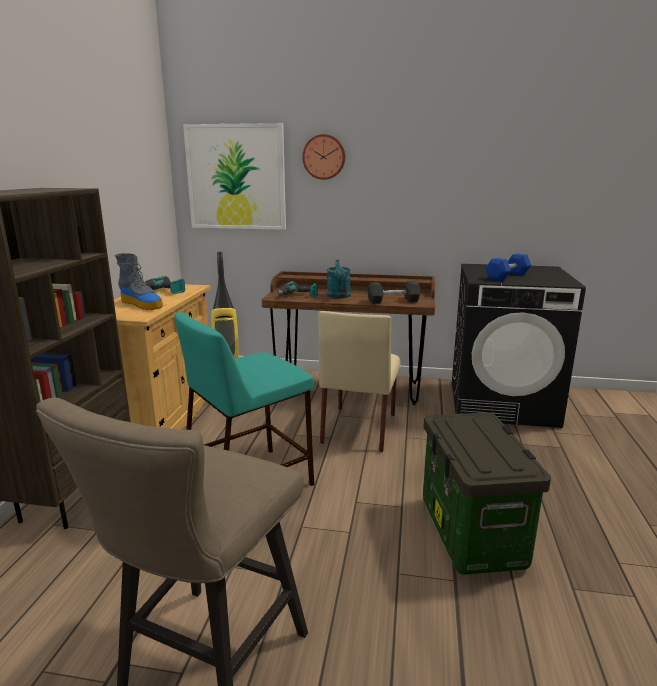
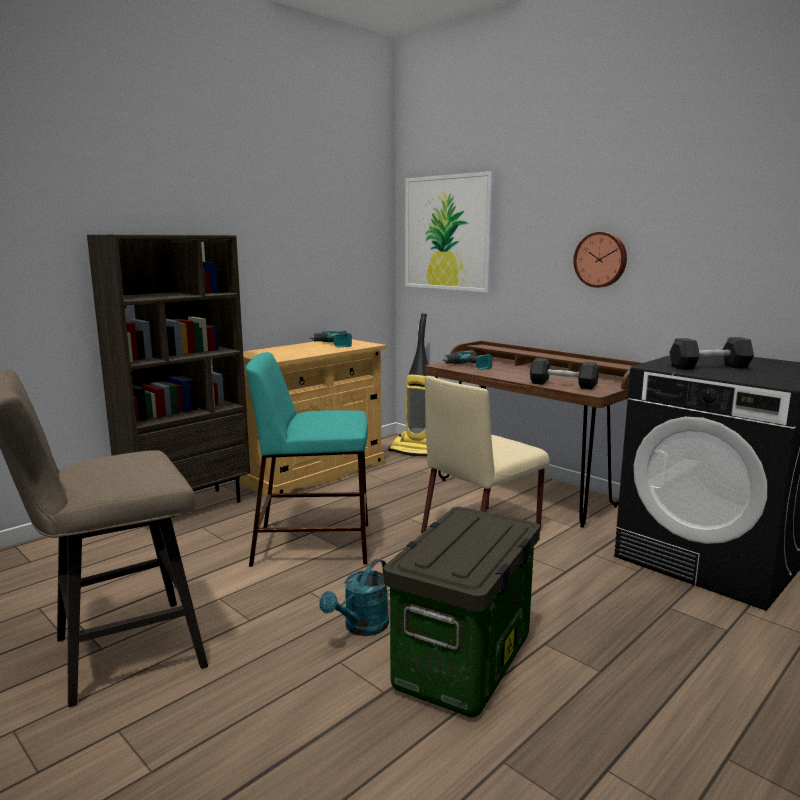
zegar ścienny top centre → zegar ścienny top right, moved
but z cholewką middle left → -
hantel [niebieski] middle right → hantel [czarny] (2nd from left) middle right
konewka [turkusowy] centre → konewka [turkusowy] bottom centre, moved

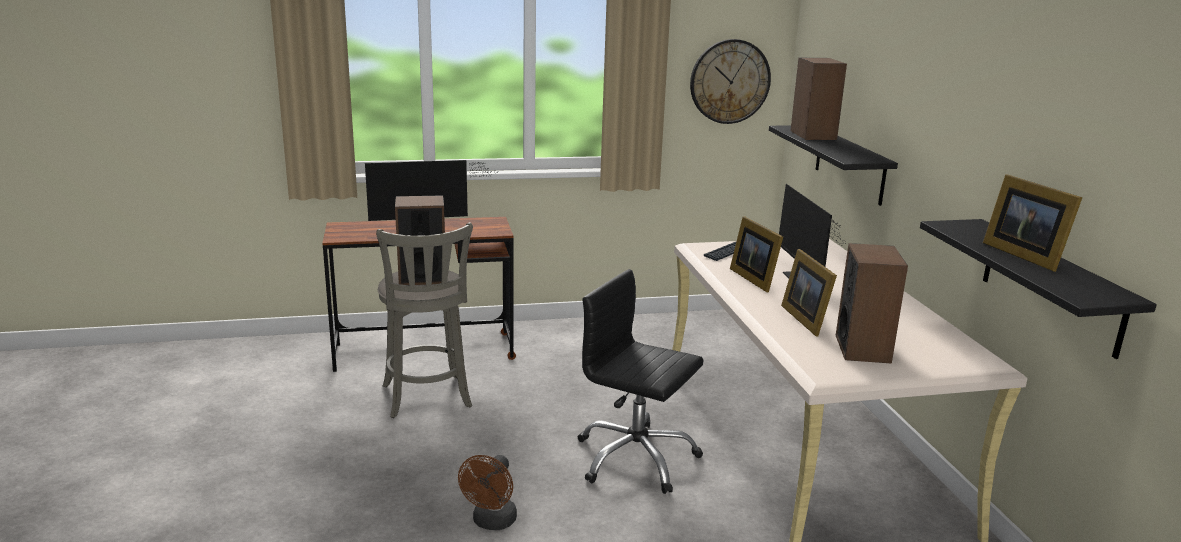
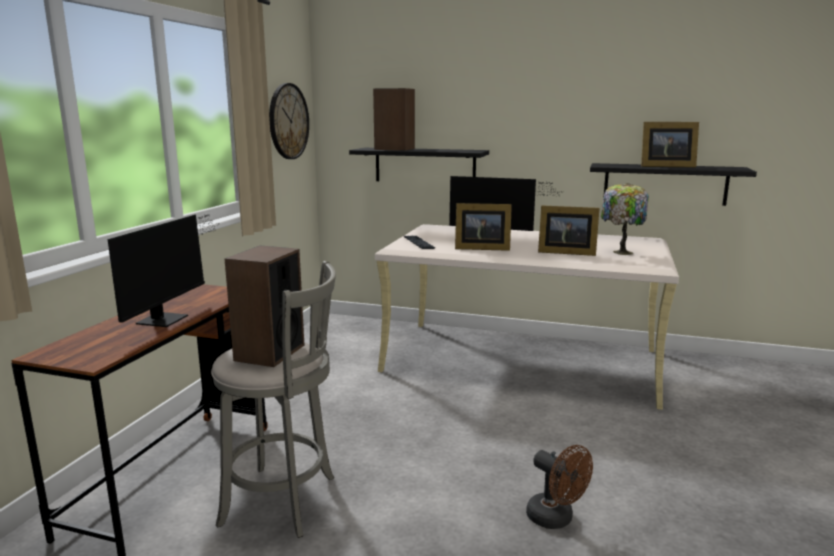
głośnik (3rd from left) middle right → lampa stołowa middle right
krzesło biurowe [czarny] bottom centre → -

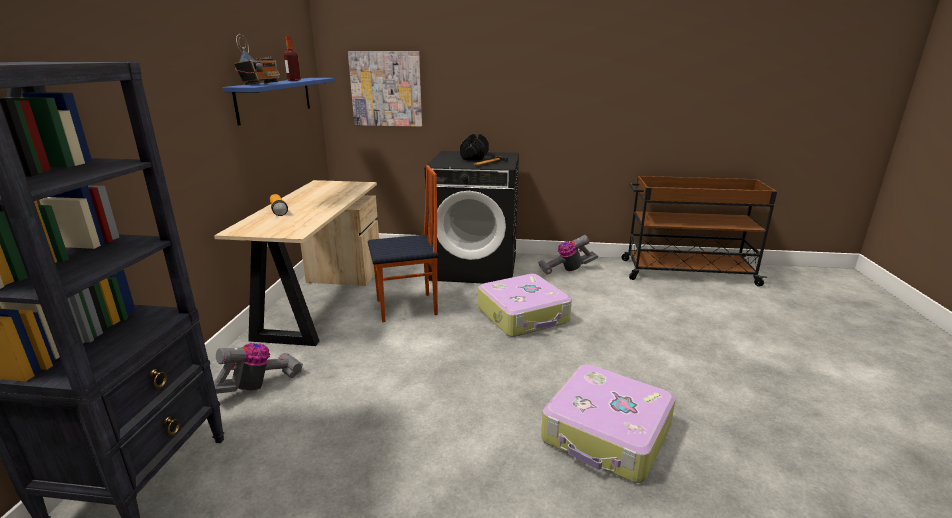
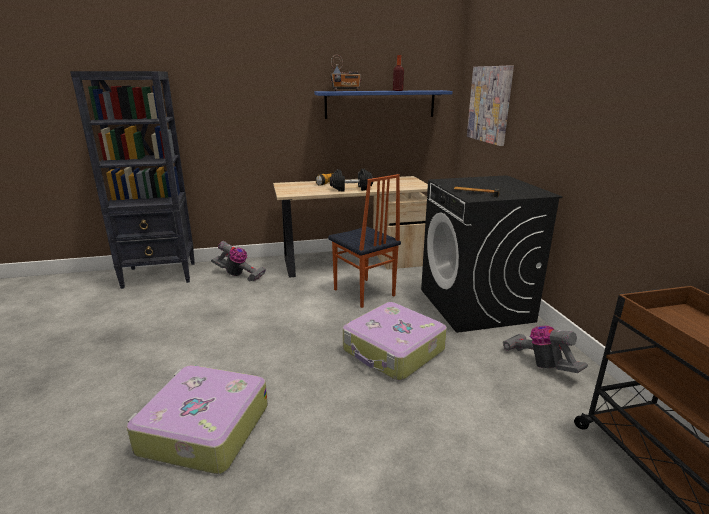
hantel [czarny] top centre → hantel [czarny] centre, moved

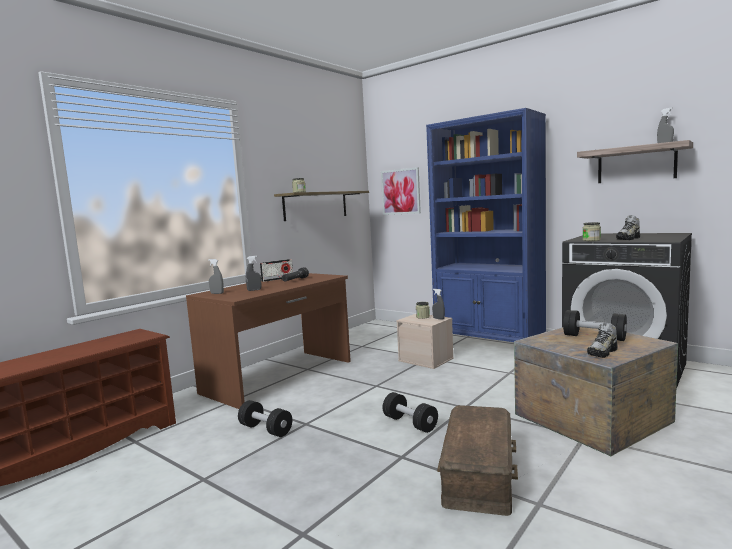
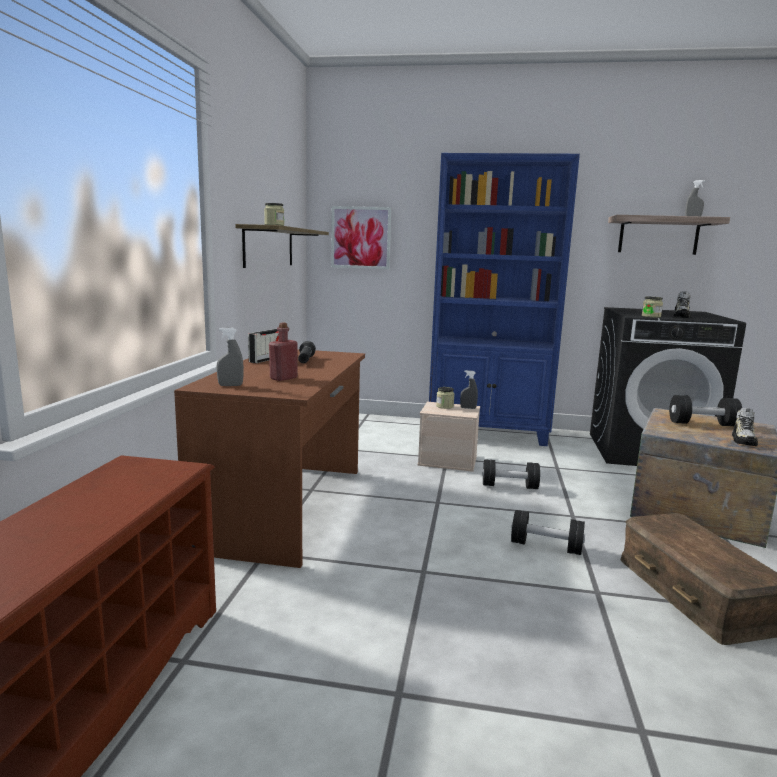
spryskiwacz [szary] (2nd from left) centre → butelka [czerwony] centre
hantel [czarny] (1st from left) bottom centre → hantel [czarny] (1st from left) centre, moved

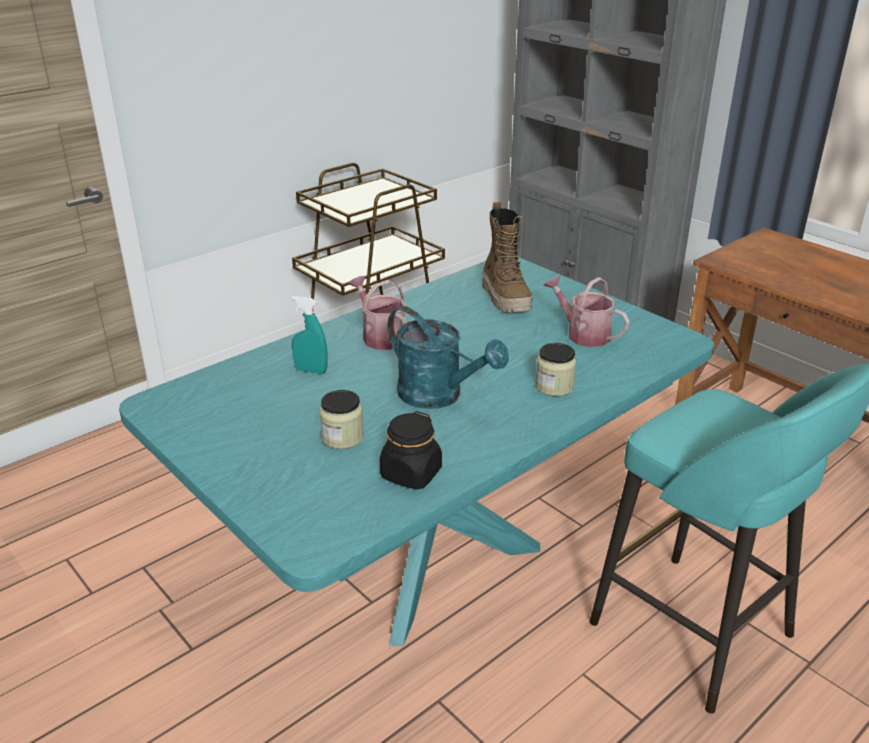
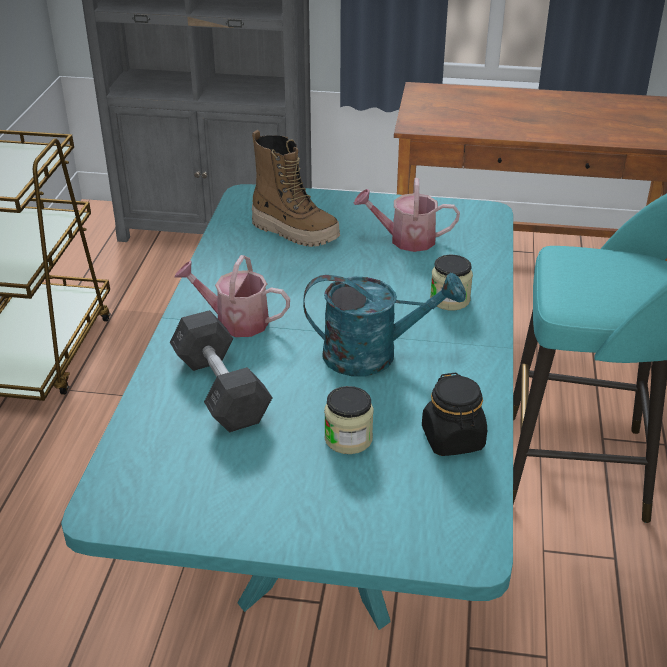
spryskiwacz [turkusowy] centre → hantel [szary] middle left

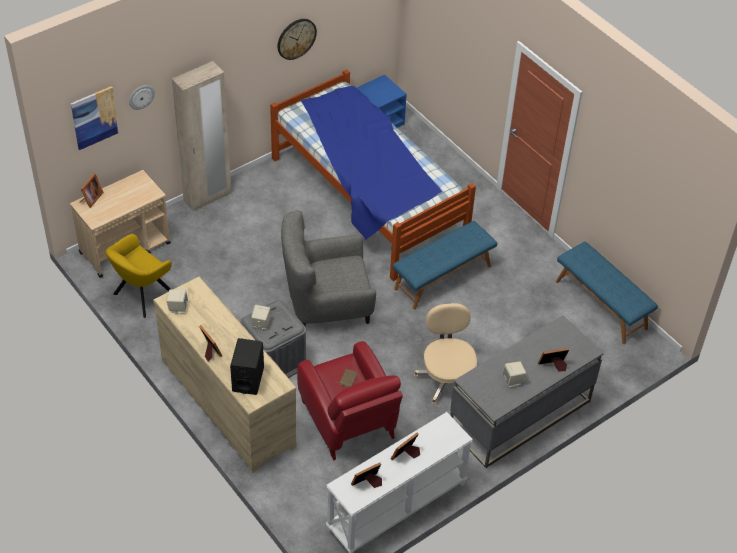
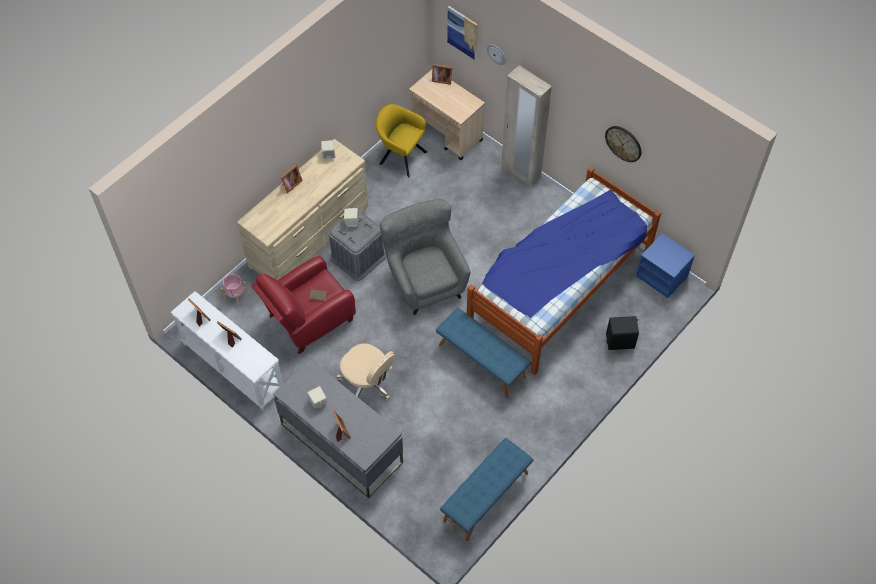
krzesło biurowe [beżowy] centre, 60 degrees clockwise
głośnik [czarny] centre → głośnik [czarny] middle right, moved
- → donica [różowy] middle left

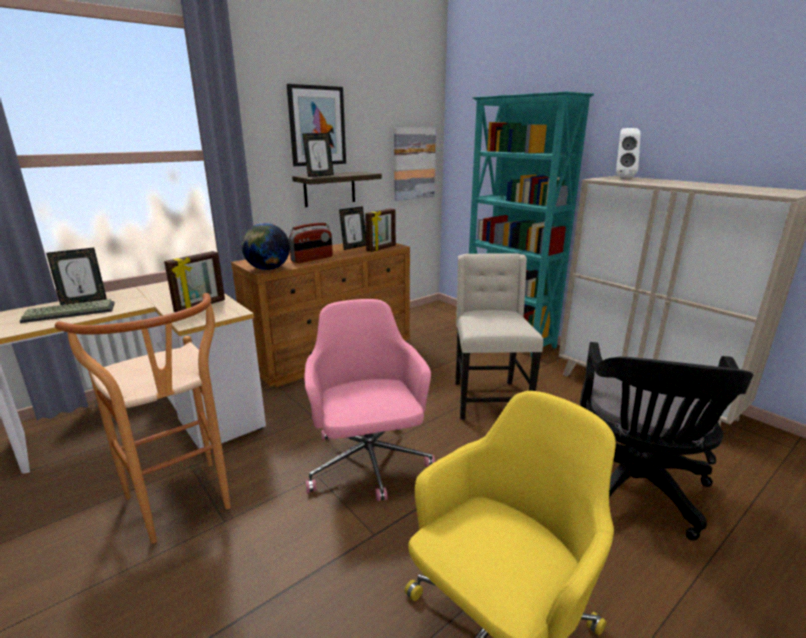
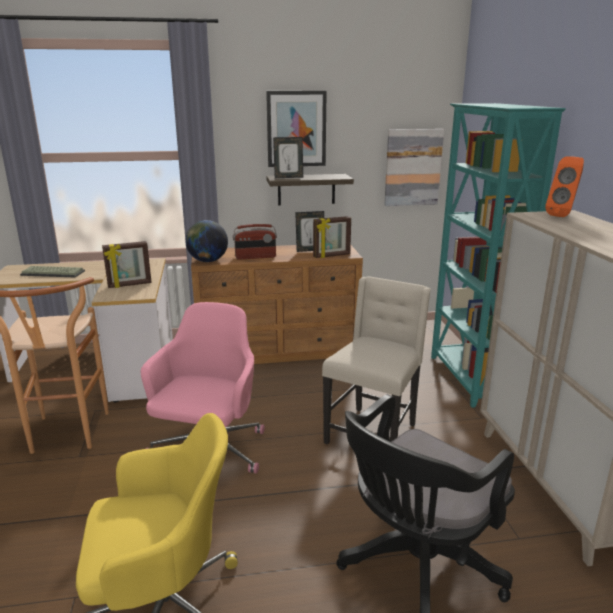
głośnik [biały] top right → głośnik [pomarańczowy] top right
ramka na zdjęcie (1st from left) middle left → -

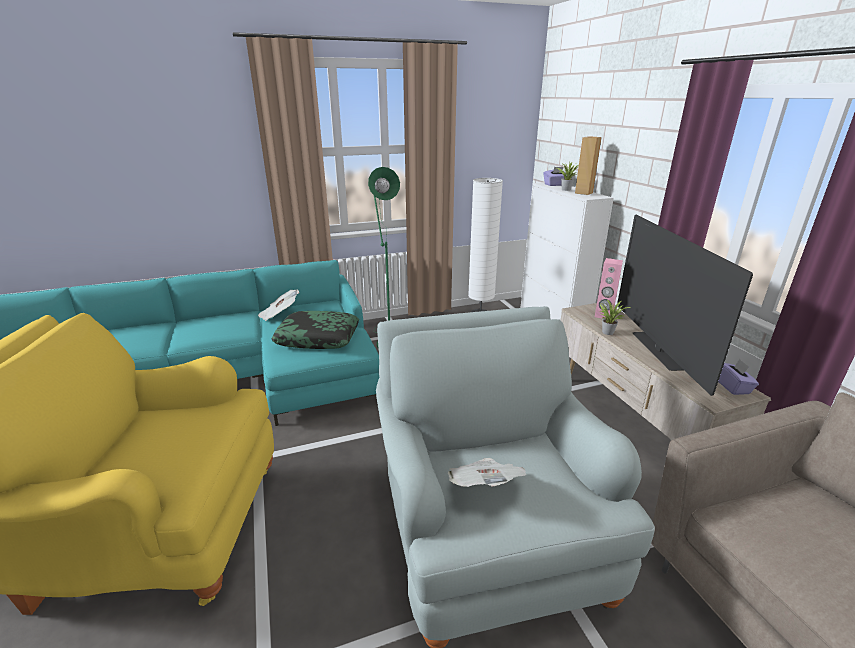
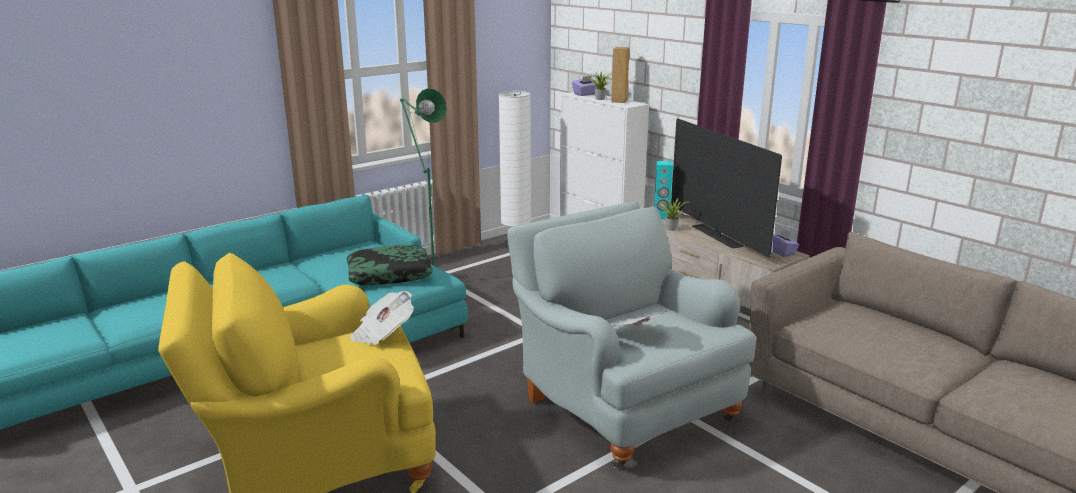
głośnik [różowy] middle right → głośnik [turkusowy] centre
gazeta (1st from left) middle left → gazeta (1st from left) centre, moved

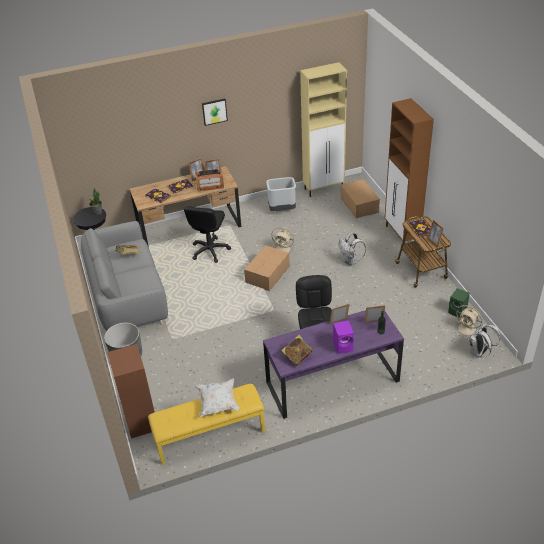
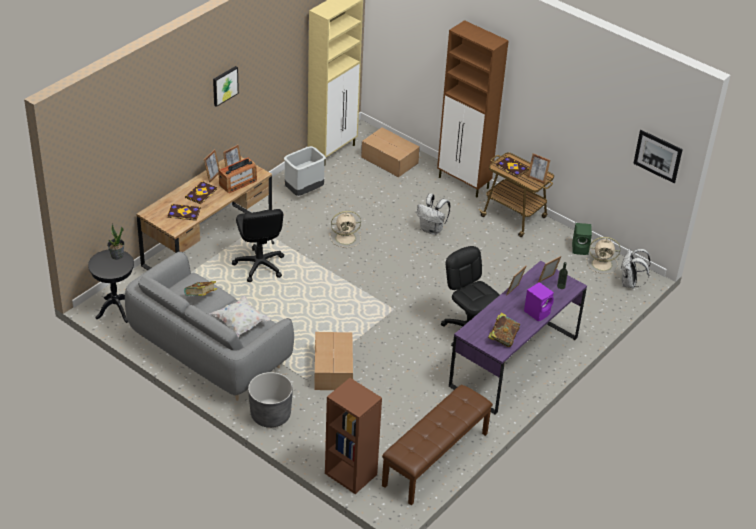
karton (1st from left) centre → karton (1st from left) bottom centre, moved
poduszka [biały] bottom centre → poduszka [biały] middle left, moved
ławka [żółty] bottom centre → ławka [brązowy] bottom centre
- → obraz (2nd from left) top right

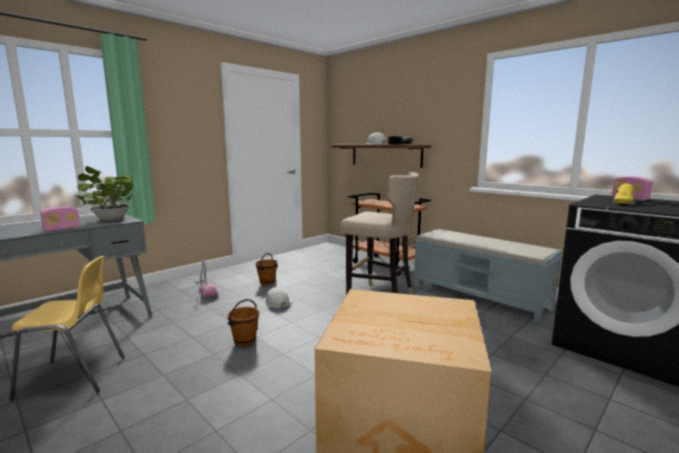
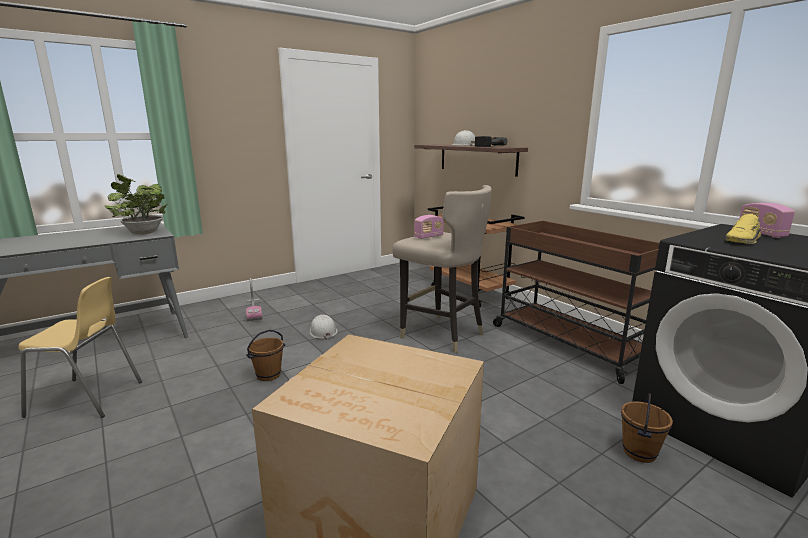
radio (1st from left) middle left → radio (1st from left) centre, moved
ławka [szary] middle right → wózek [brązowy] (2nd from left) middle right
wiadro [brązowy] (2nd from left) centre → wiadro [brązowy] (2nd from left) bottom right, moved

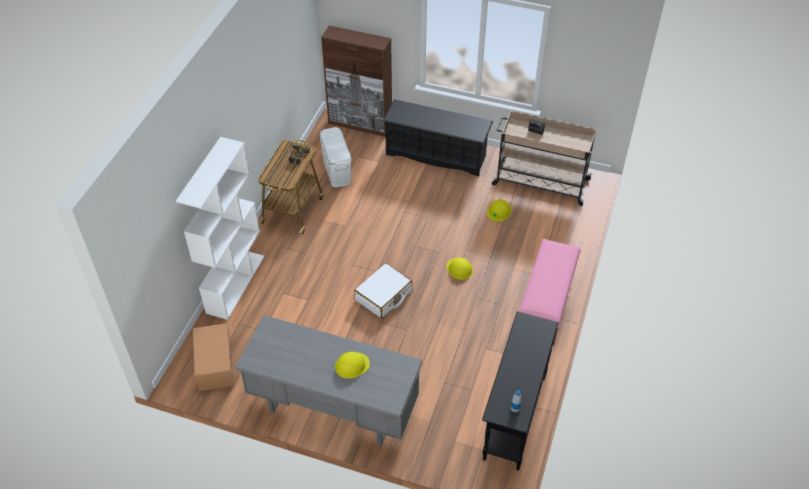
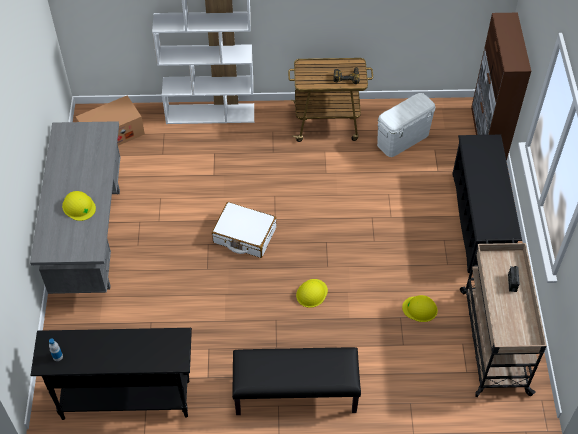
ławka [różowy] middle right → ławka [czarny] bottom centre

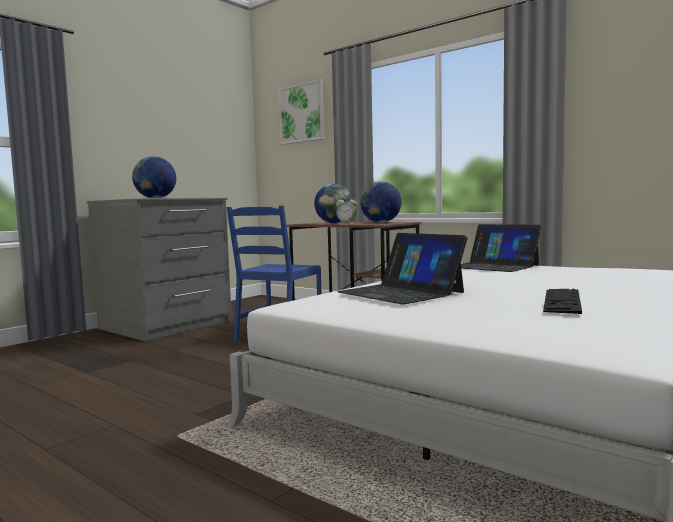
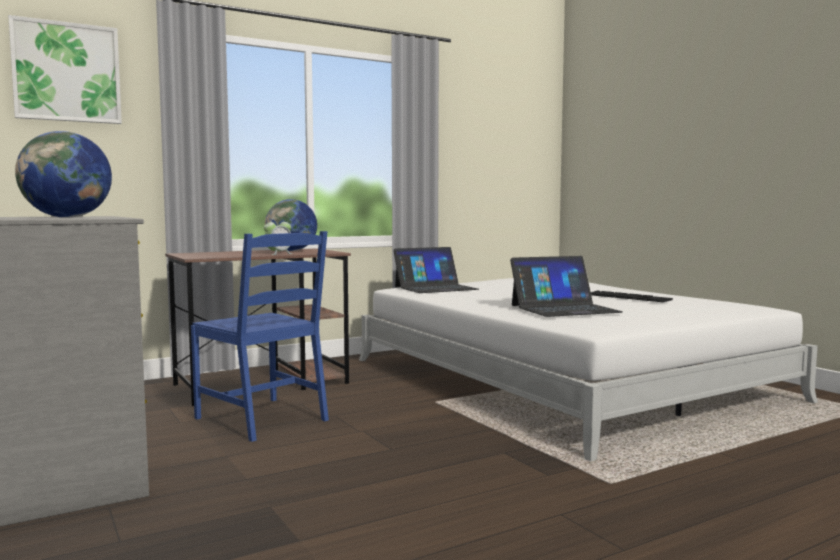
globus (2nd from left) centre → -

